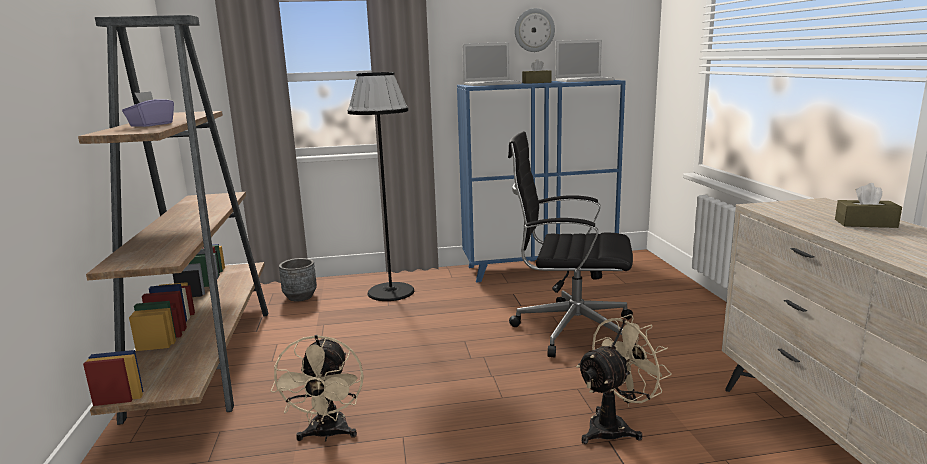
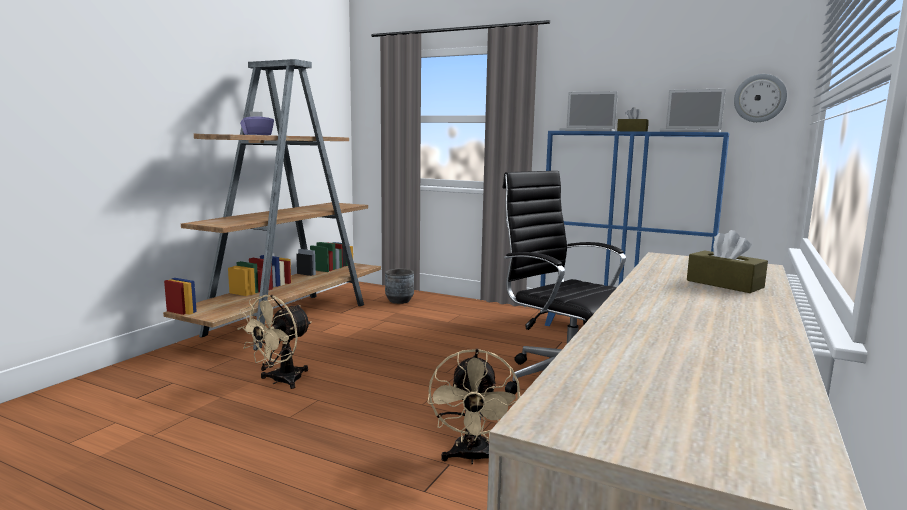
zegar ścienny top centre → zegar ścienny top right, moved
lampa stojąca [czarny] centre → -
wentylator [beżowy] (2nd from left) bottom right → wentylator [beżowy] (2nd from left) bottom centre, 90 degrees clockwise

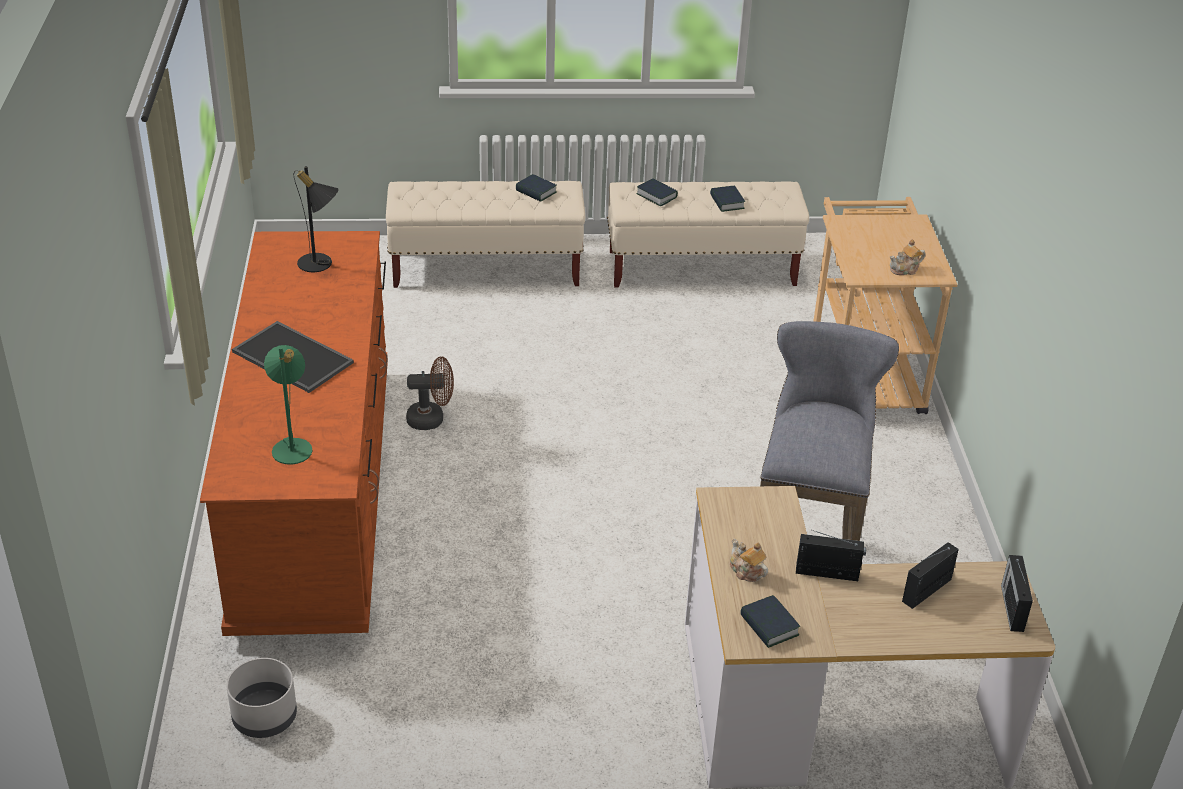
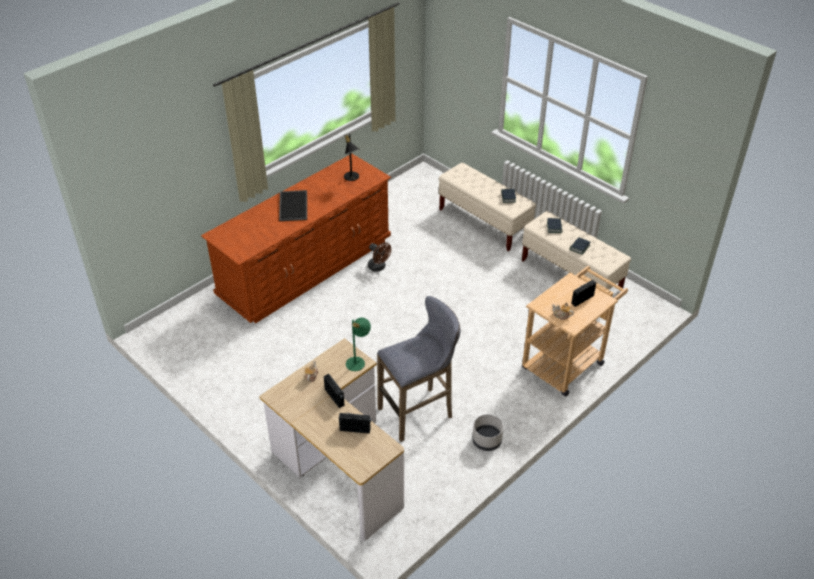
lampa stołowa [zielony] middle left → lampa stołowa [zielony] centre, moved
radio (3rd from left) bottom right → radio (3rd from left) middle right, moved
książka (4th from left) bottom centre → -
donica [szary] bottom left → donica [szary] bottom centre, moved

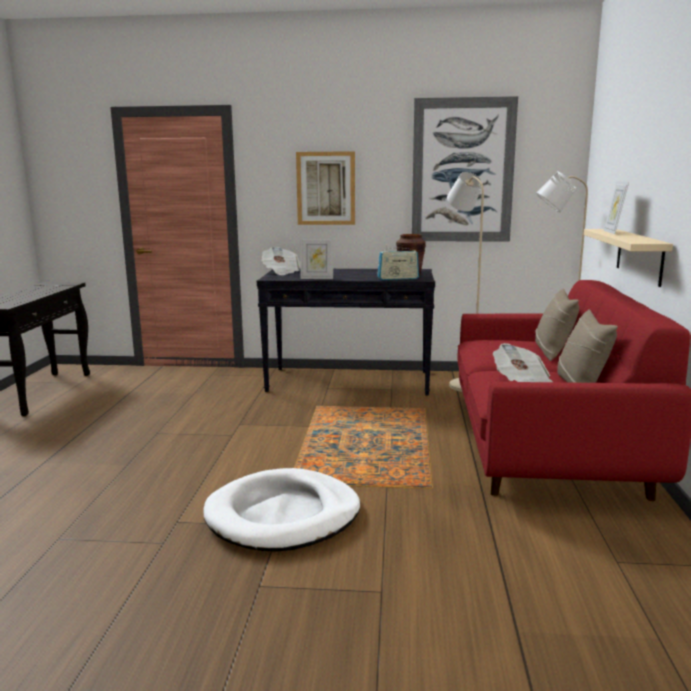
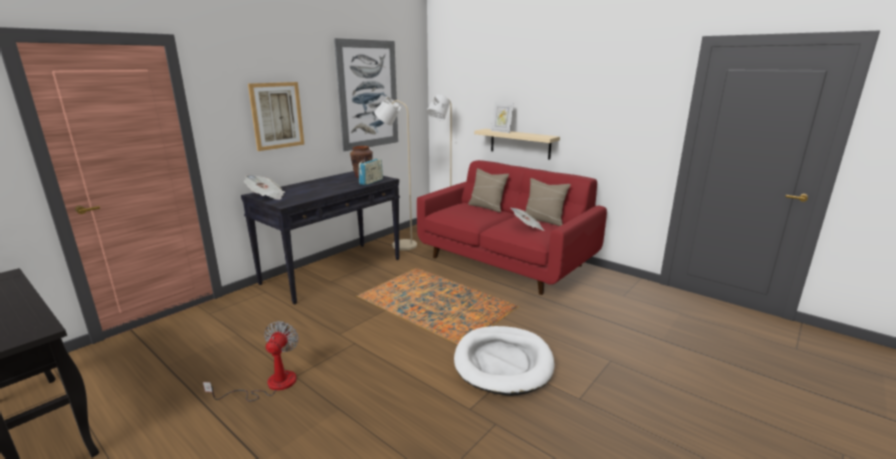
ramka na zdjęcie (1st from left) centre → -
- → wentylator bottom left

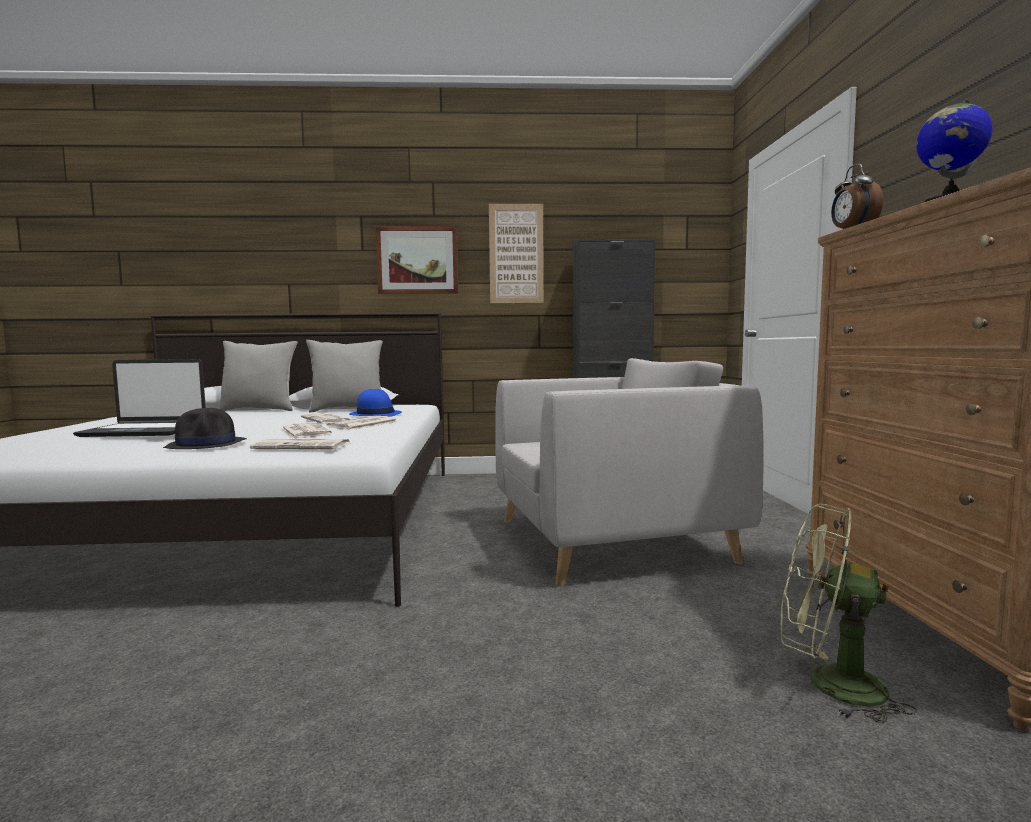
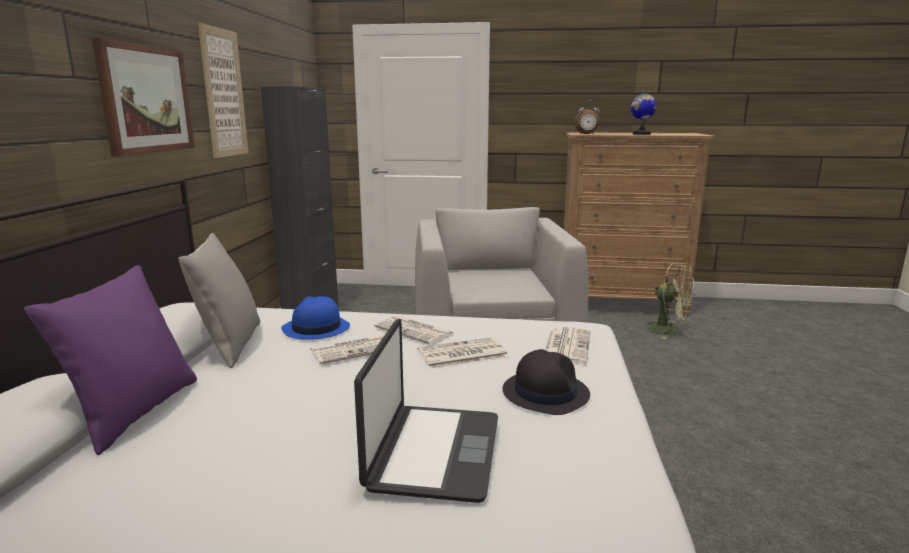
poduszka [szary] (1st from left) middle left → poduszka [fioletowy] middle left
wentylator [zielony] bottom right → wentylator [zielony] middle right, 90 degrees counterclockwise

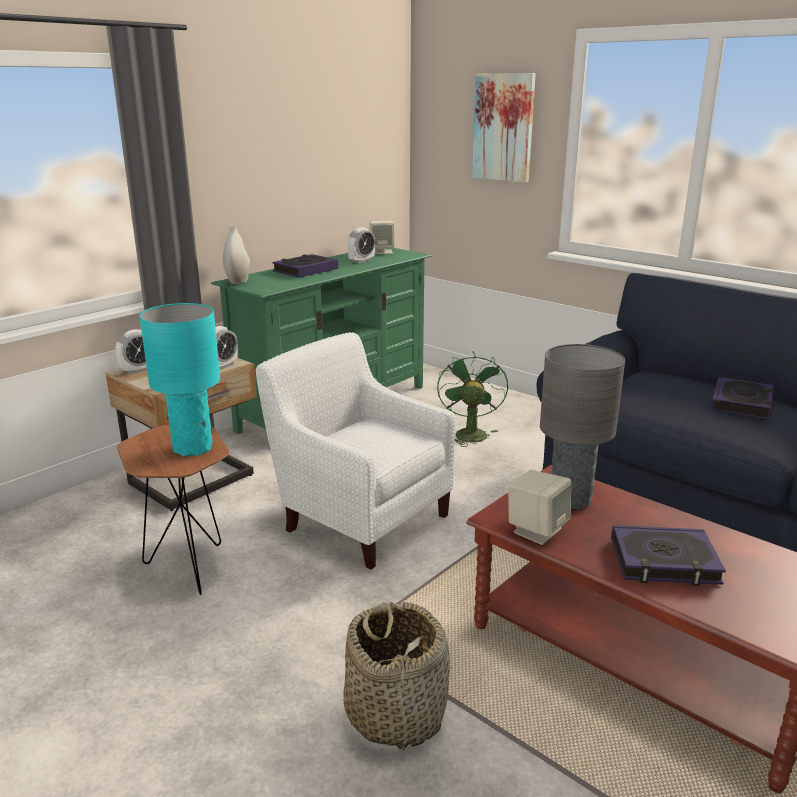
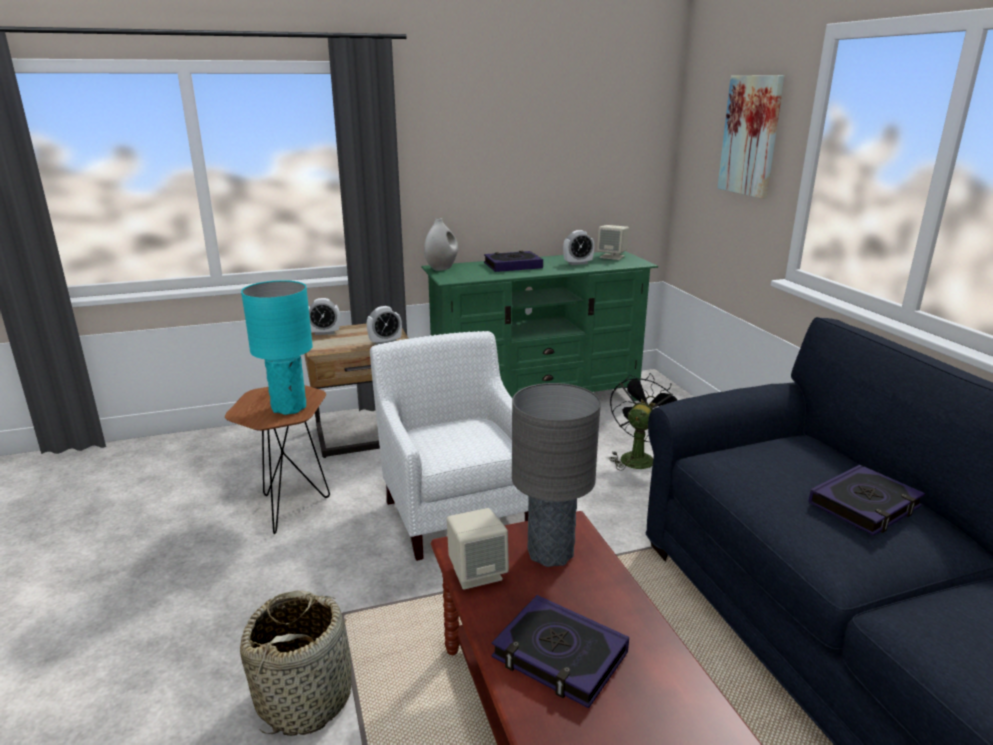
wentylator [zielony] centre → wentylator [czarny] centre

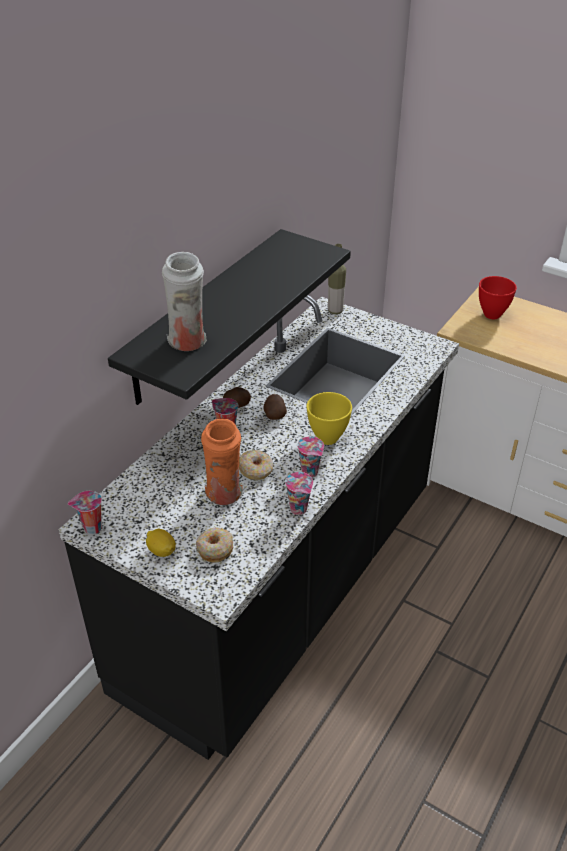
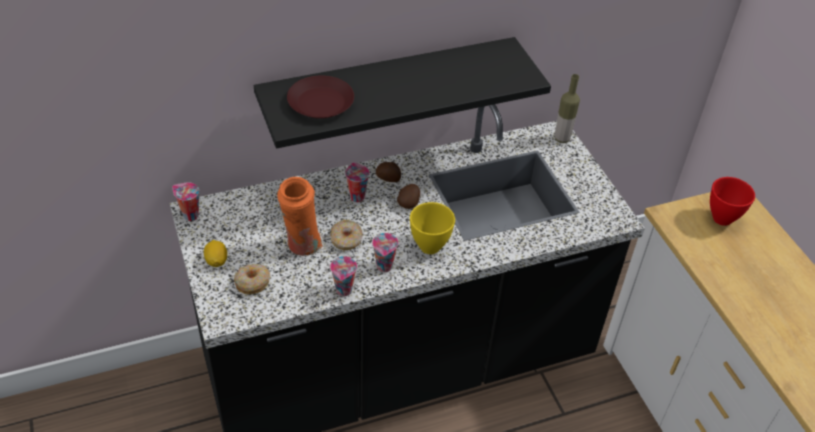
wazon [biały] middle left → talerz [brązowy] top centre

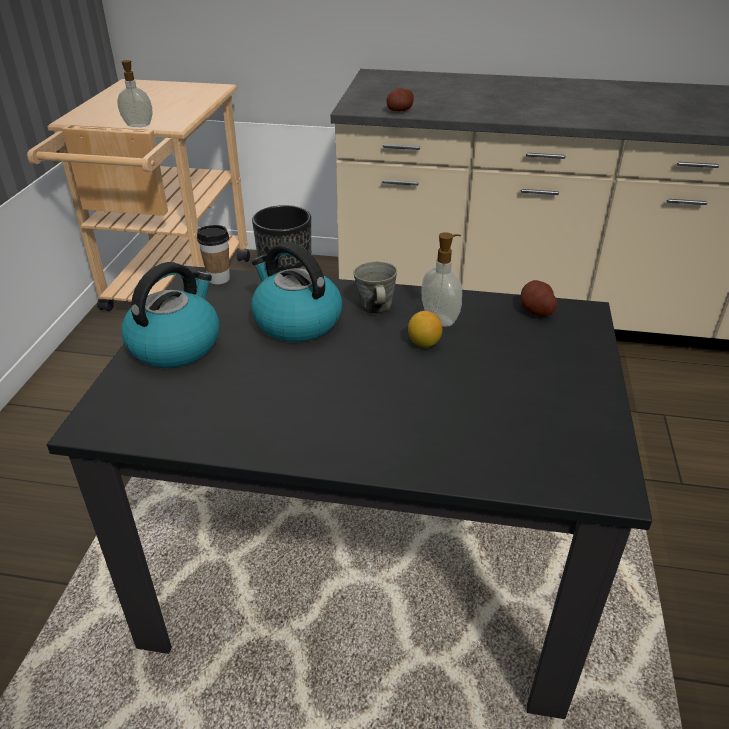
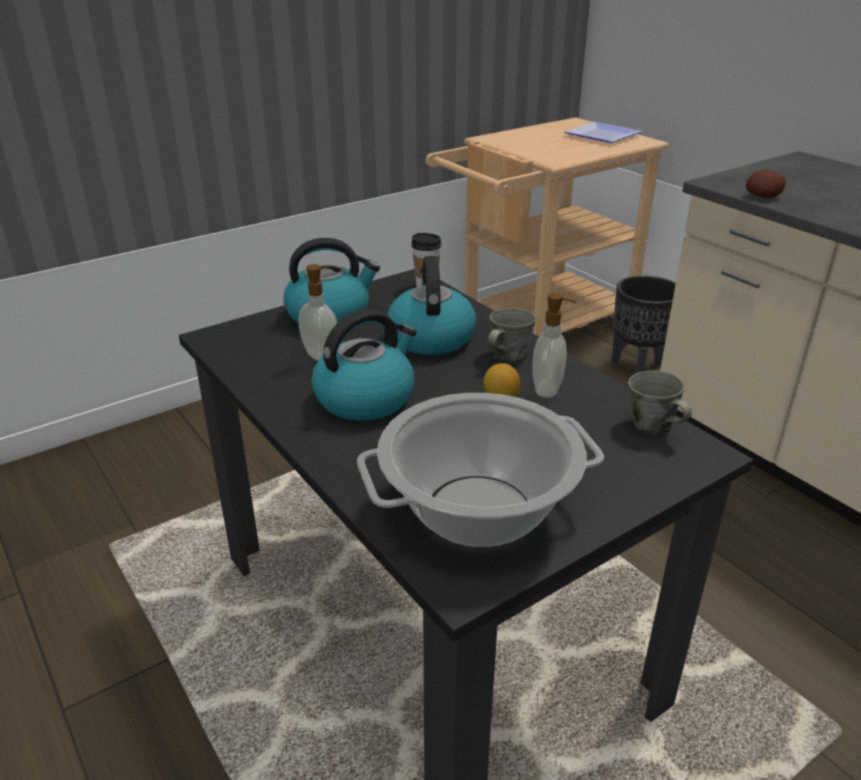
dozownik mydła (1st from left) top left → dozownik mydła (1st from left) centre, moved
ziemniak (2nd from left) middle right → kubek [szary] (2nd from left) middle right
- → talerz top right
- → czajnik (2nd from left) centre
- → garnek centre

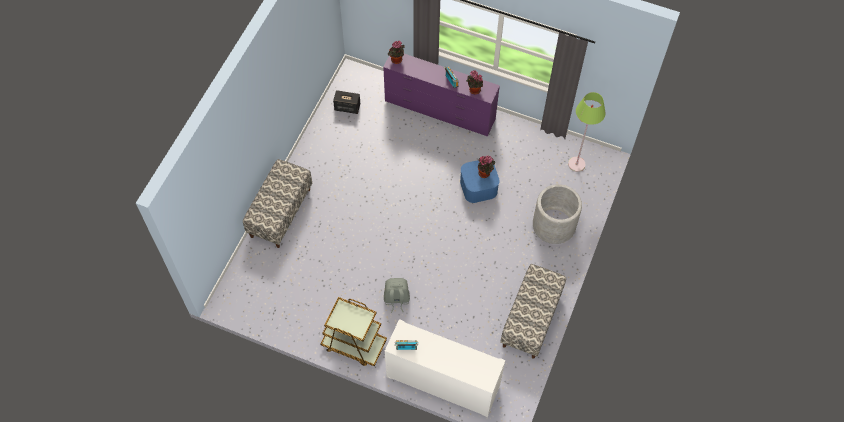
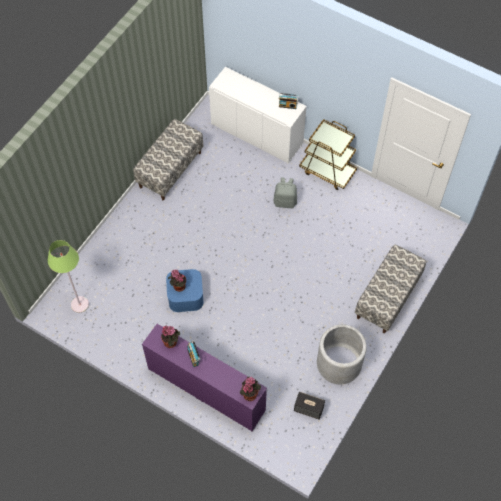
donica [szary] centre → donica [szary] bottom right, moved

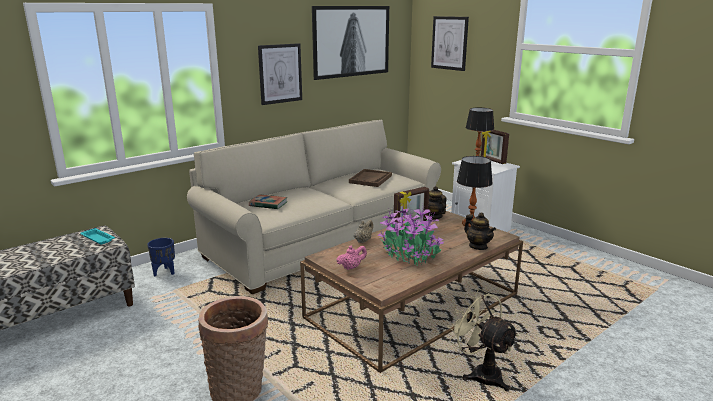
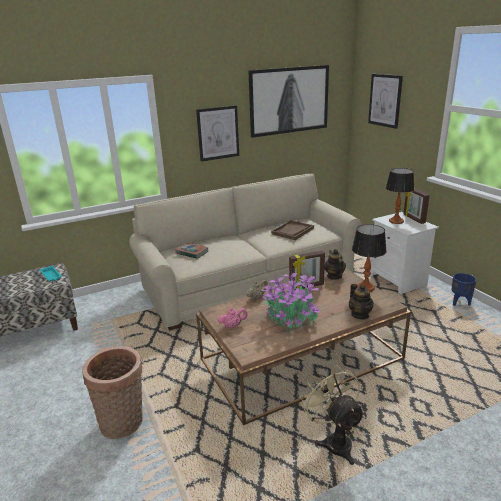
donica [niebieski] middle left → donica [niebieski] middle right, moved

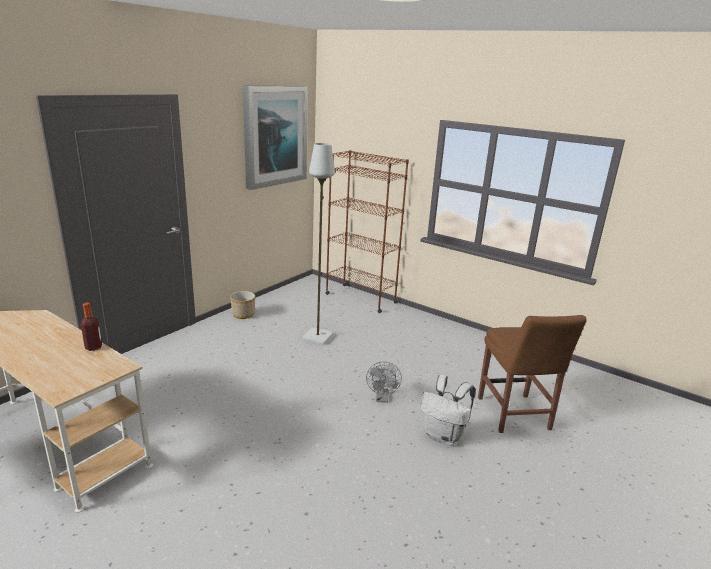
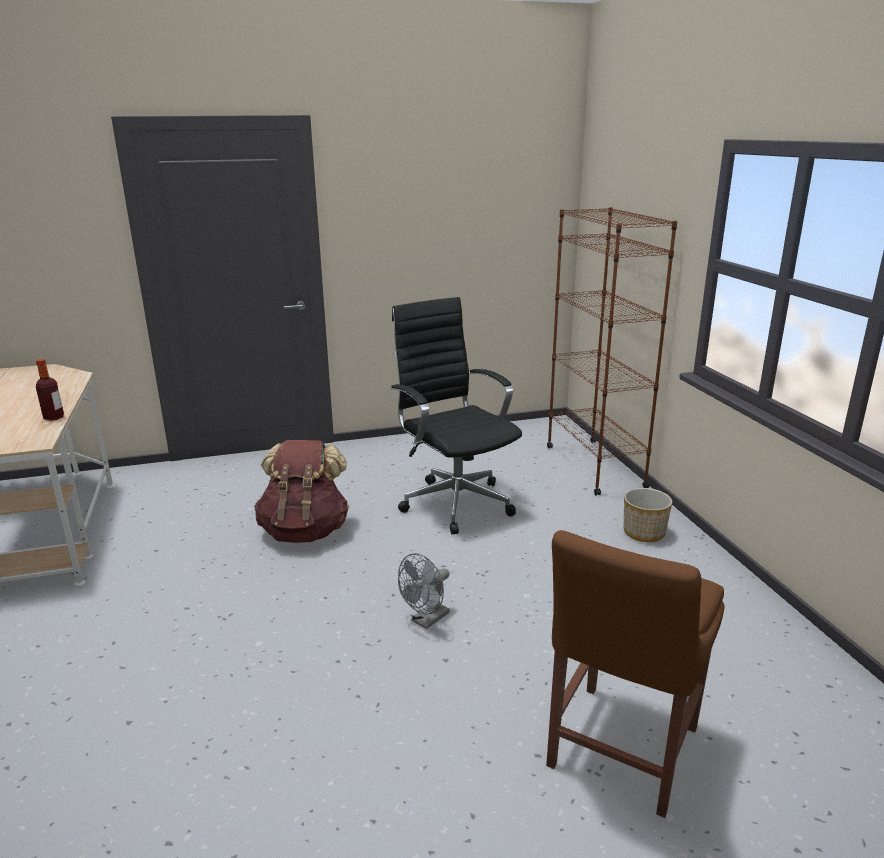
obraz top centre → -
lampa stojąca [szary] centre → krzesło biurowe [czarny] centre
donica centre → donica middle right, moved
plecak [biały] bottom centre → -
- → plecak [brązowy] centre

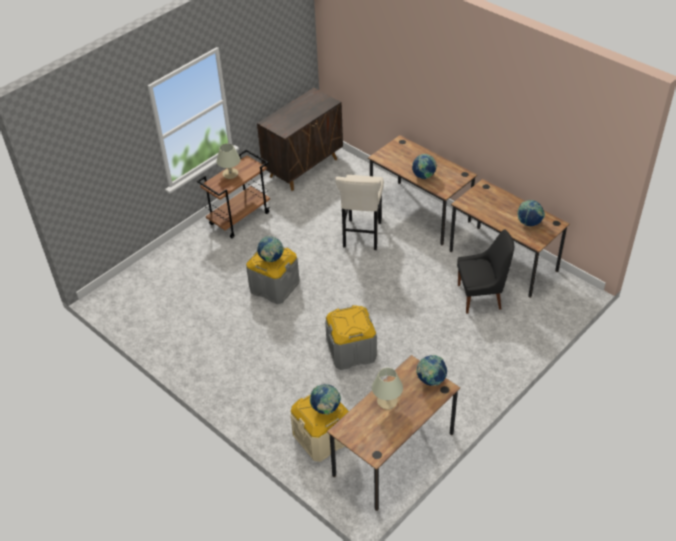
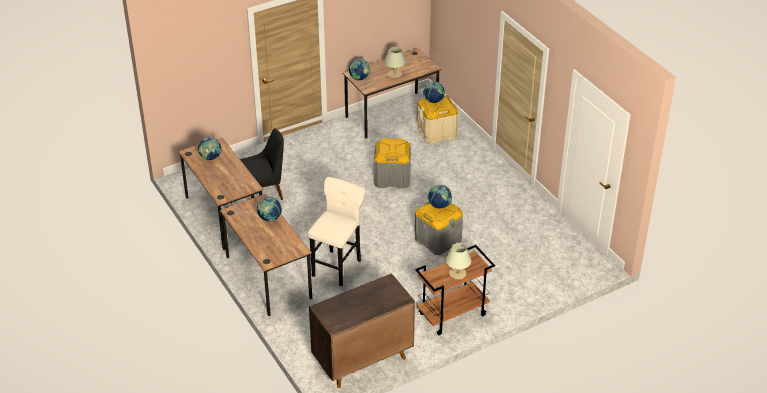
krzesło [czarny] middle right → krzesło [czarny] centre, 150 degrees clockwise

